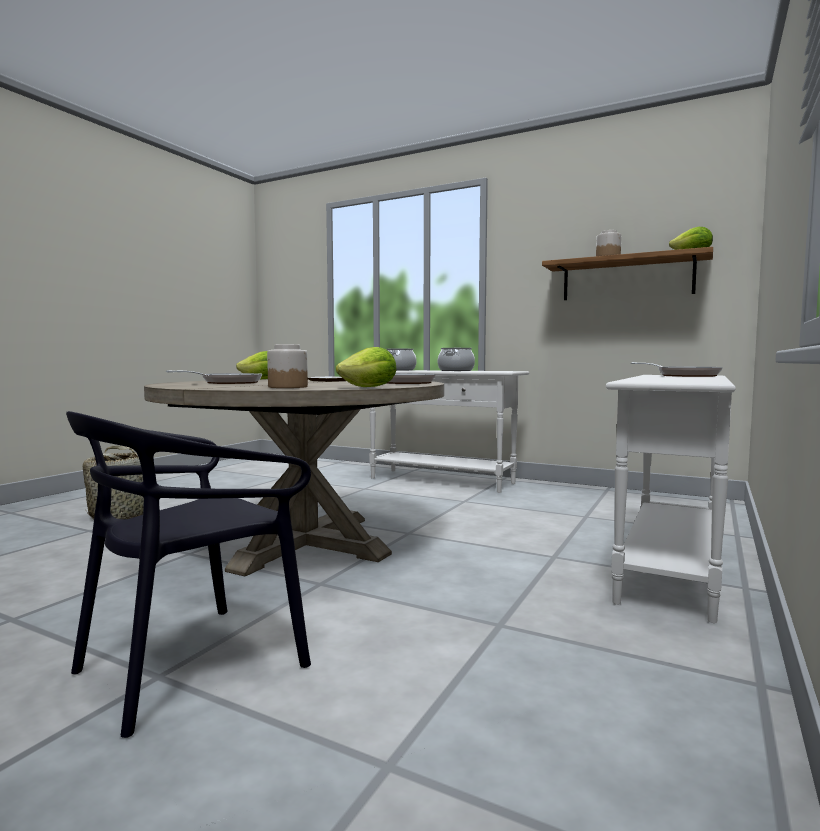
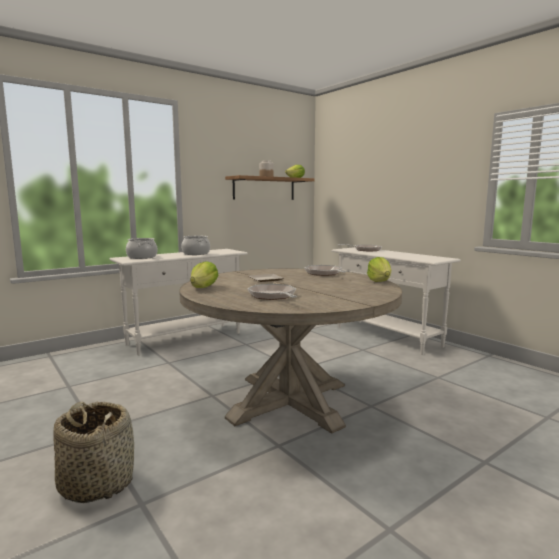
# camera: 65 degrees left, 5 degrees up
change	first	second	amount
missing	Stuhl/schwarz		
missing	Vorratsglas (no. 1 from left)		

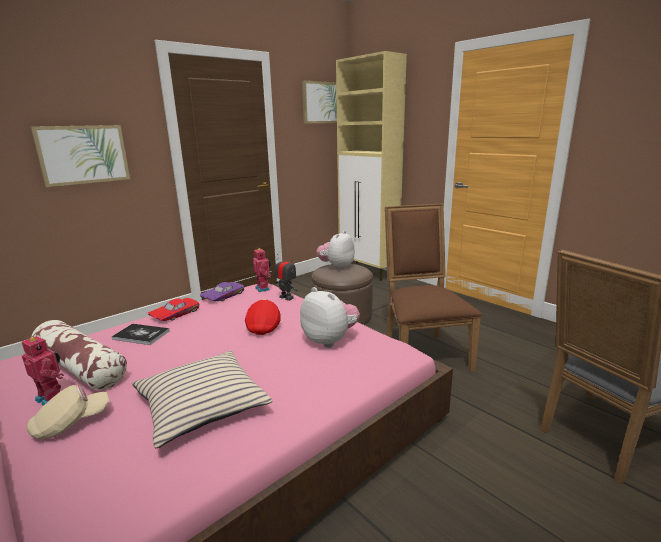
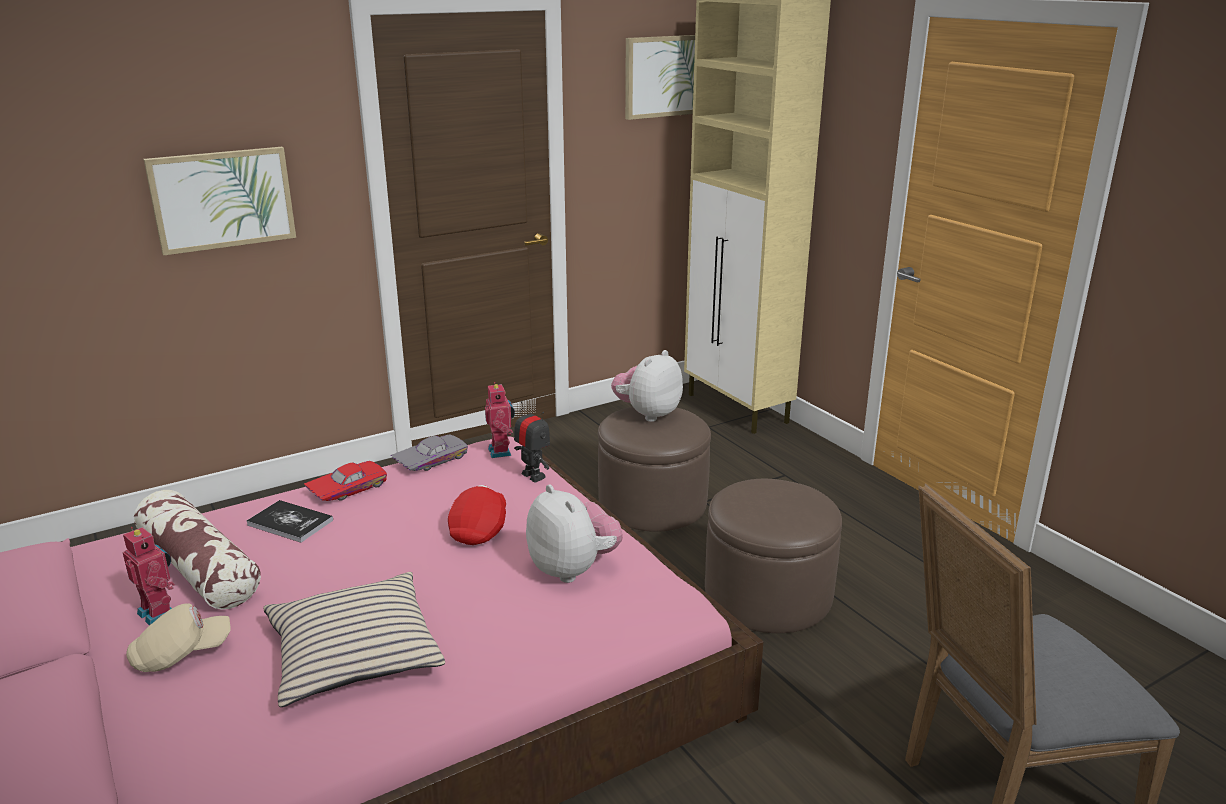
# camera: 10 degrees right, 5 degrees up
change	first	second	amount
colour	Spielzeugauto/lila	Spielzeugauto/grau	
exchanged	Stuhl/braun	Polsterhocker/braun (no. 2 from left)	

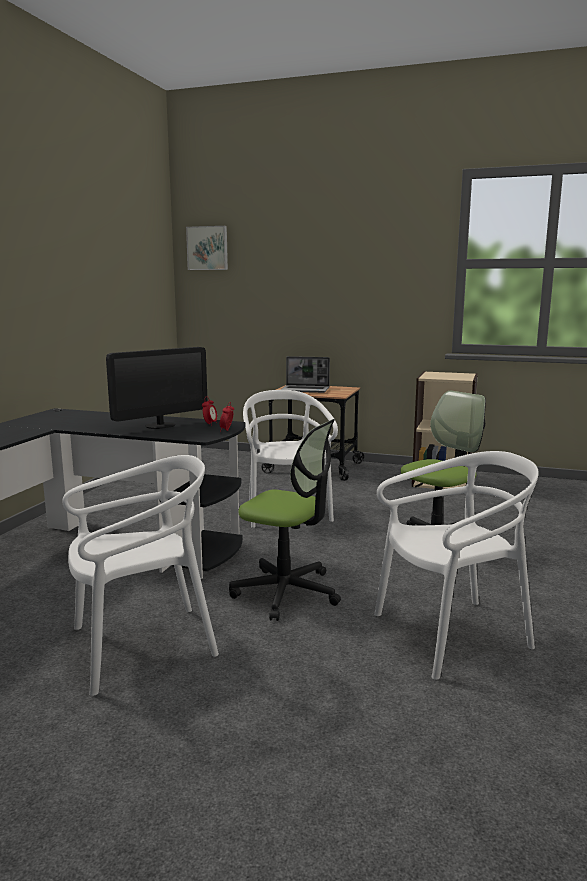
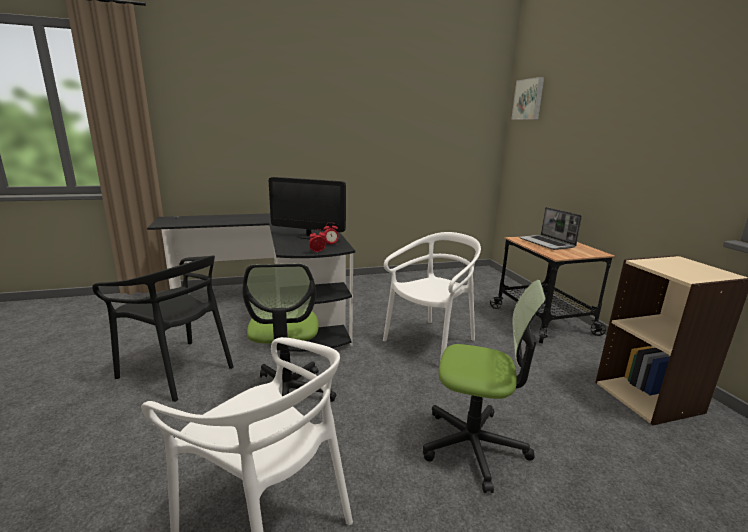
# camera: 55 degrees right, 5 degrees up
change	first	second	amount
colour	Stuhl/weiß (no. 1 from left)	Stuhl/schwarz	

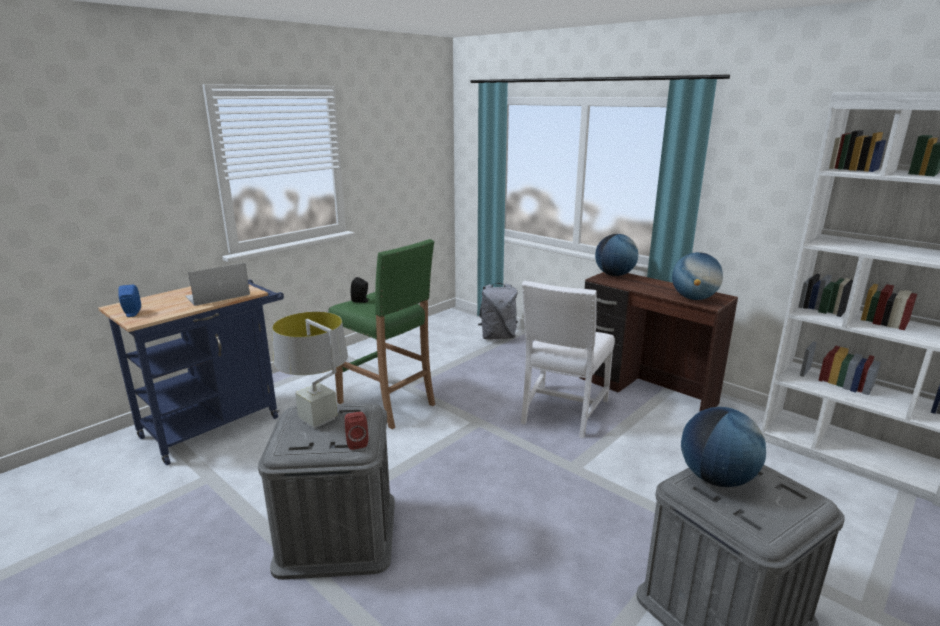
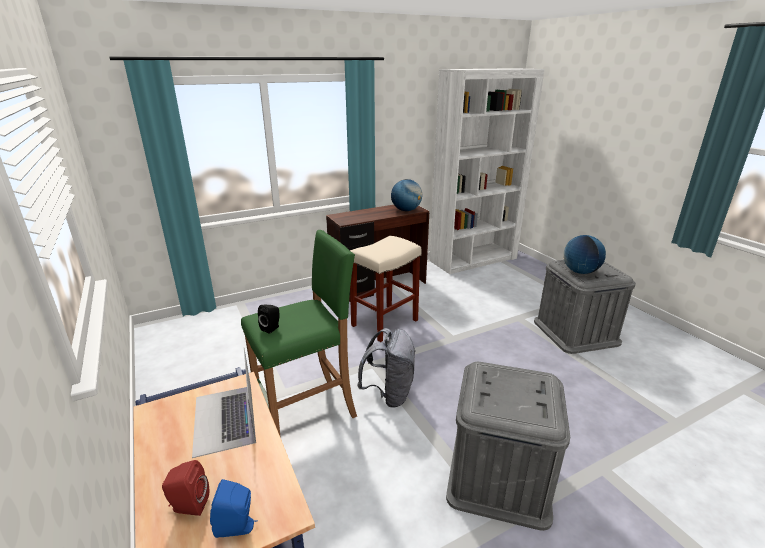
# camera: 70 degrees left, 5 degrees up
change	first	second	amount
relocated	Lautsprecher/rot		
exchanged	Stuhl/weiß	Hocker/beige	
relocated	Rucksack/grau		
missing	Tischlampe/grau		
missing	Globus (no. 1 from left)		

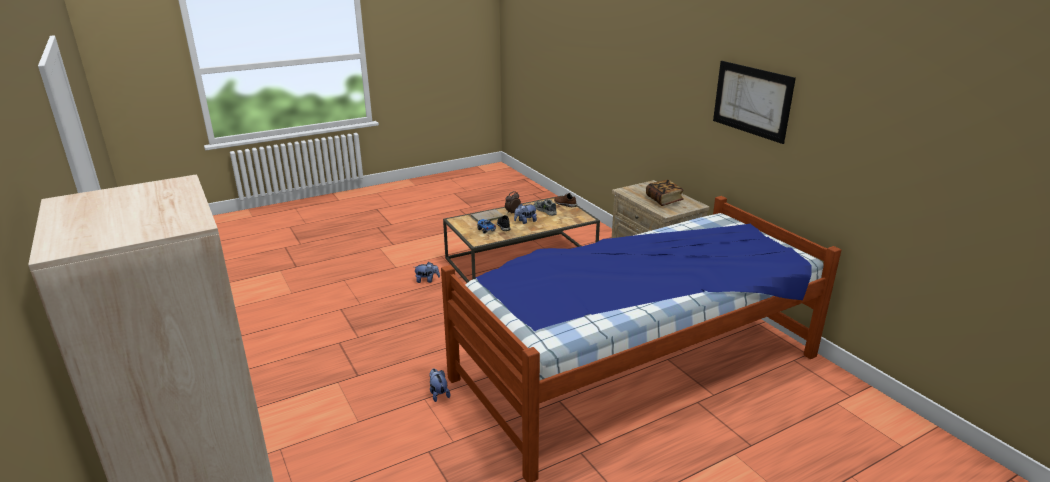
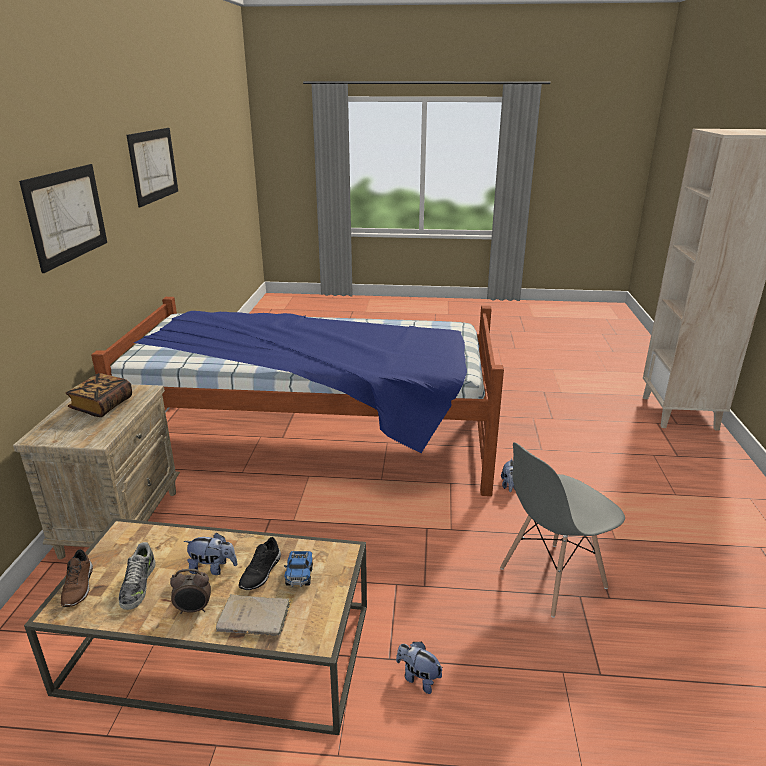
# camera: 145 degrees left, 0 degrees up
change	first	second	amount
appeared		Bild (no. 2 from left)	
appeared		Stuhl/grau	

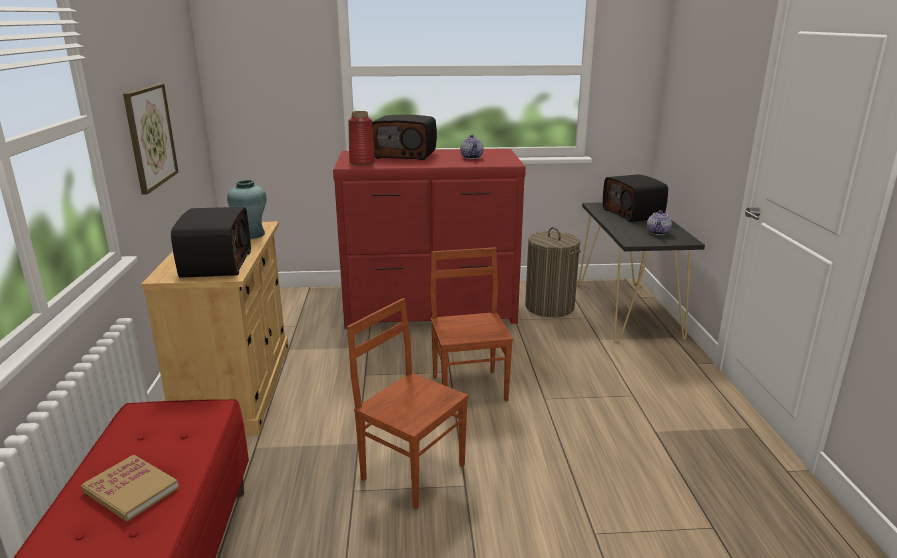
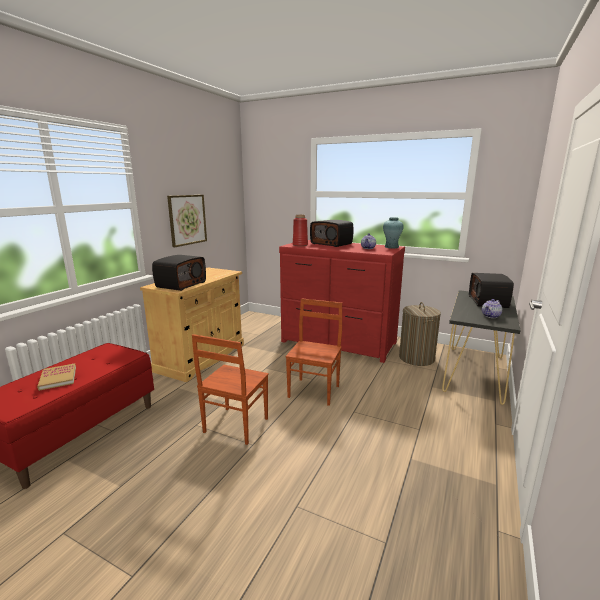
# camera: 30 degrees right, 5 degrees down
change	first	second	amount
spun	Stuhl/braun (no. 1 from left)		135 degrees counterclockwise
relocated	Vase/türkis		

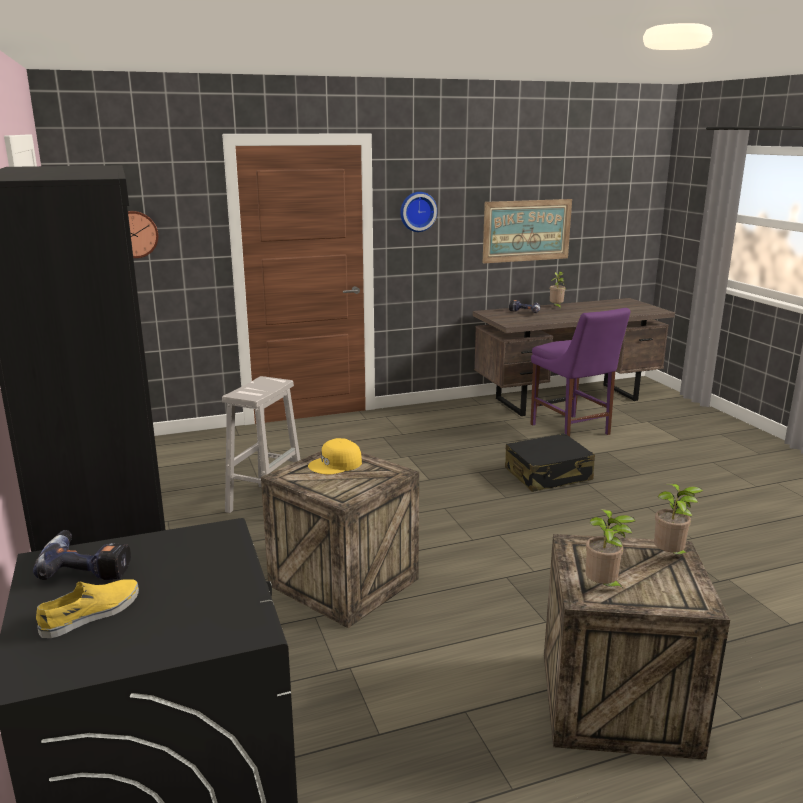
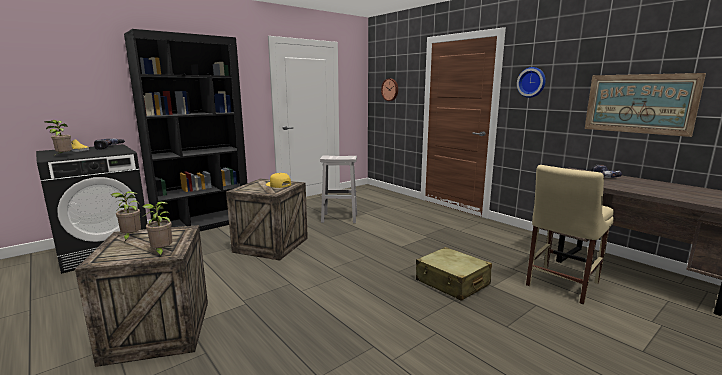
# camera: 70 degrees right, 5 degrees down
change	first	second	amount
relocated	Topfpflanze (no. 1 from left)		
colour	Koffer/schwarz	Koffer/beige	
colour	Stuhl/lila	Stuhl/beige	

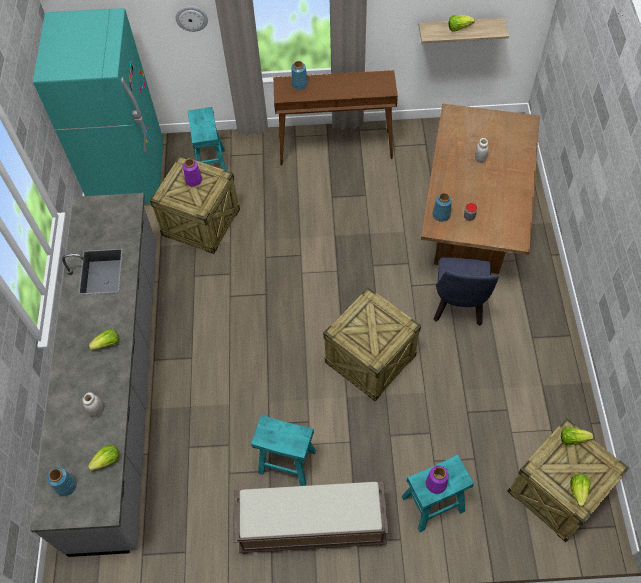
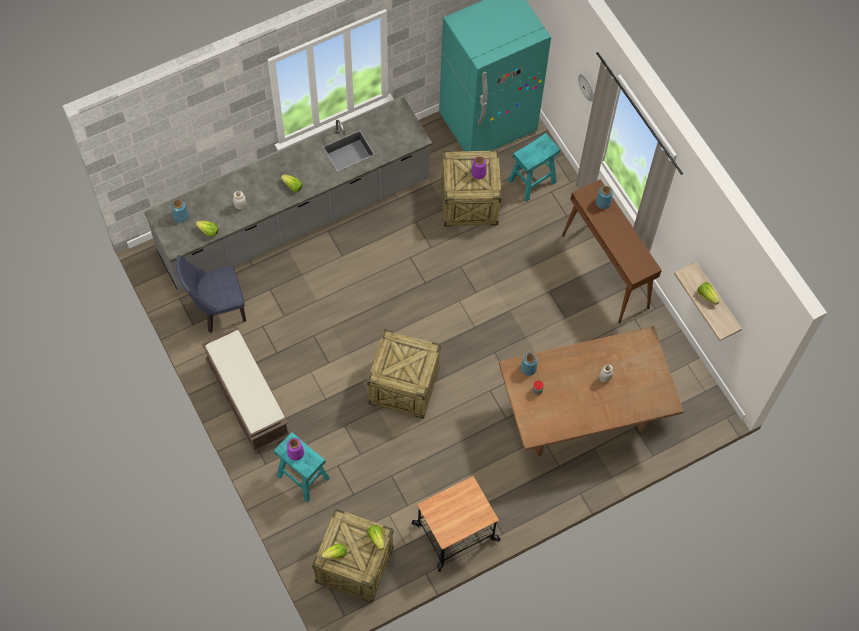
# camera: 60 degrees right, 5 degrees up
change	first	second	amount
relocated	Stuhl/blau		
appeared		Rollwagen	
missing	Hocker/türkis (no. 2 from left)		

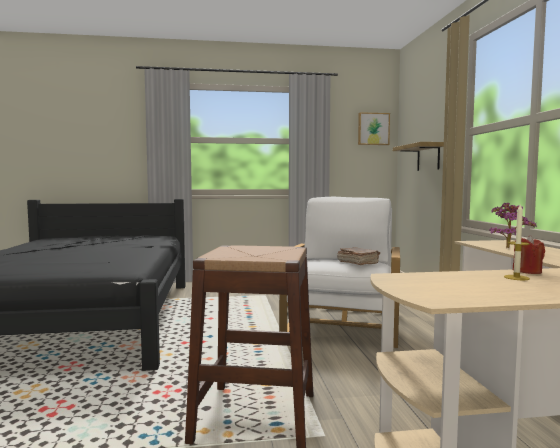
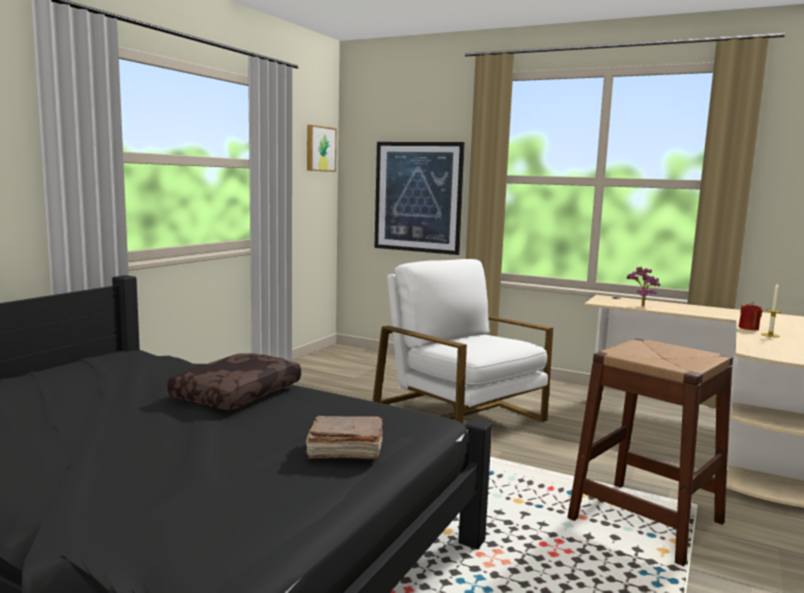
# camera: 55 degrees left, 5 degrees up
change	first	second	amount
appeared		Kissen/braun	
relocated	Buch/braun		
exchanged	Wandregal	Bild (no. 2 from left)	

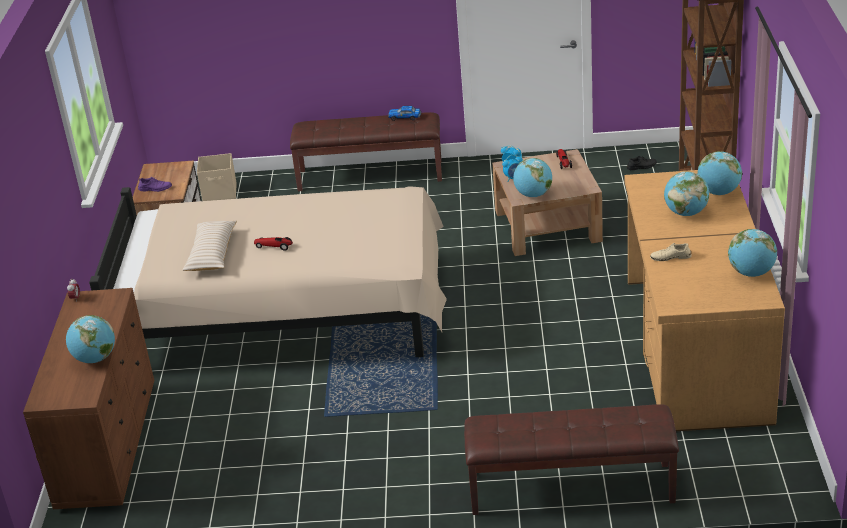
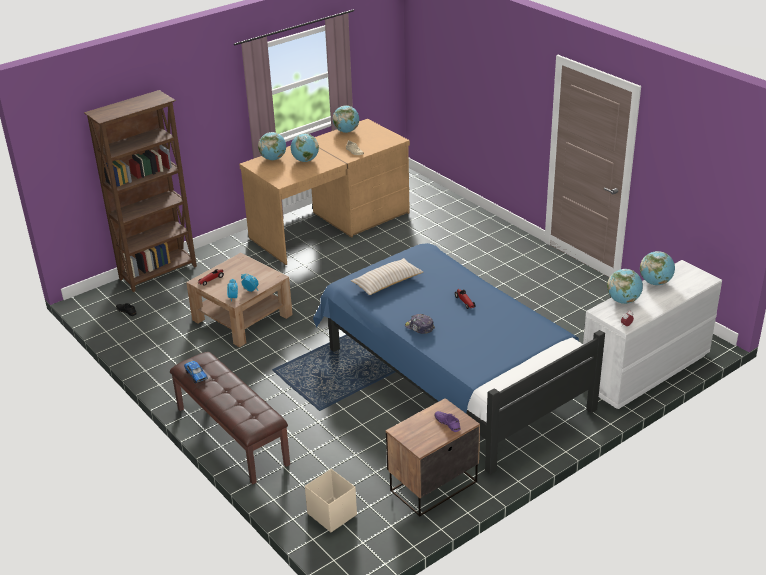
# camera: 130 degrees left, 0 degrees up
change	first	second	amount
colour	Bett/beige	Bett/blau	
relocated	Kissen/beige		
appeared		Kappe	
colour	Kommode/braun	Kommode/weiß	
relocated	Globus (no. 2 from left in the first image)	Globus (no. 4 from left)	
missing	Bank/braun (no. 2 from left)		

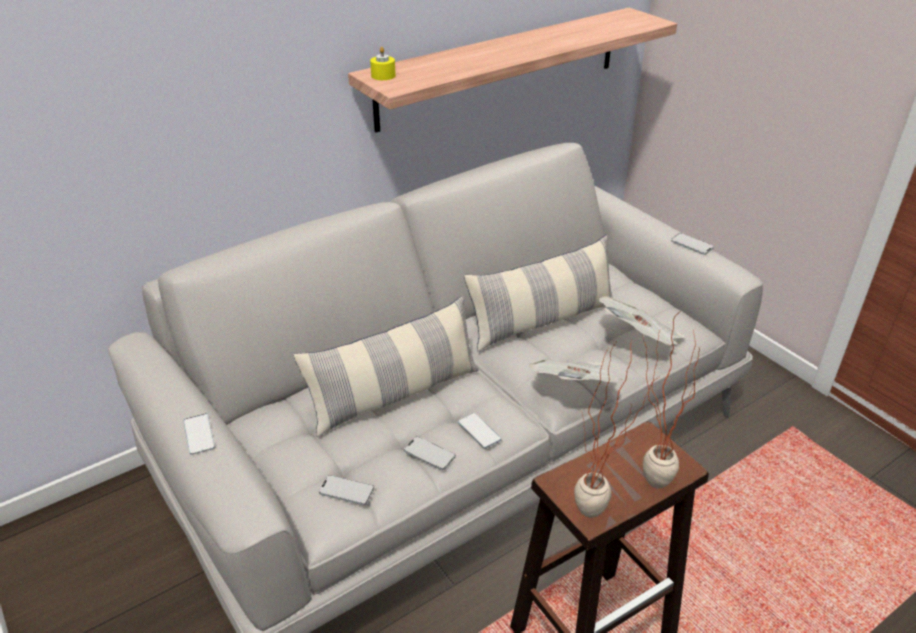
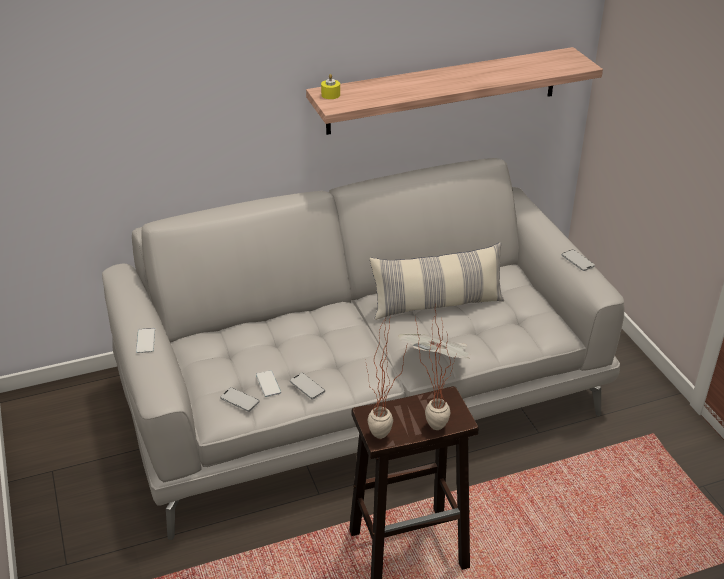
# camera: 15 degrees right, 0 degrees up
change	first	second	amount
relocated	Handy (no. 4 from left in the first image)	Handy (no. 3 from left)	
missing	Kissen (no. 1 from left)		
missing	Zeitung (no. 2 from left)		

